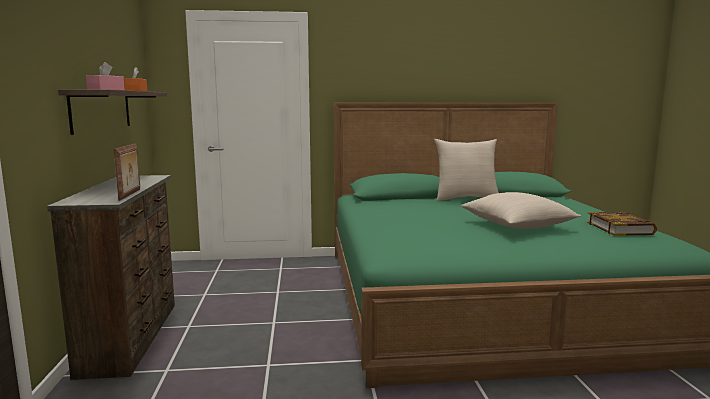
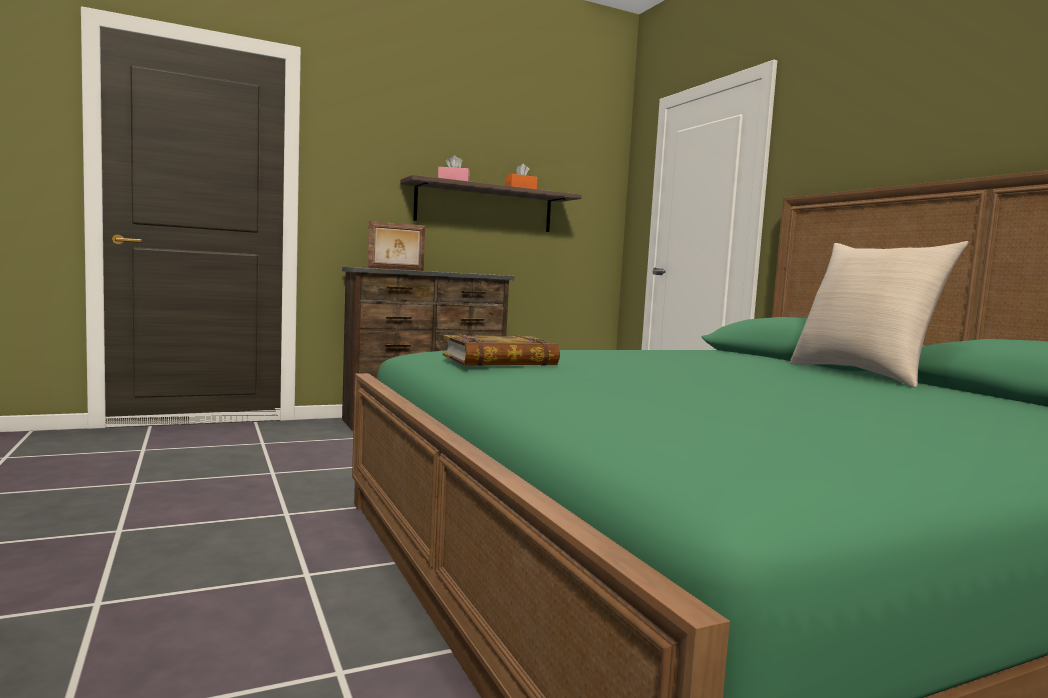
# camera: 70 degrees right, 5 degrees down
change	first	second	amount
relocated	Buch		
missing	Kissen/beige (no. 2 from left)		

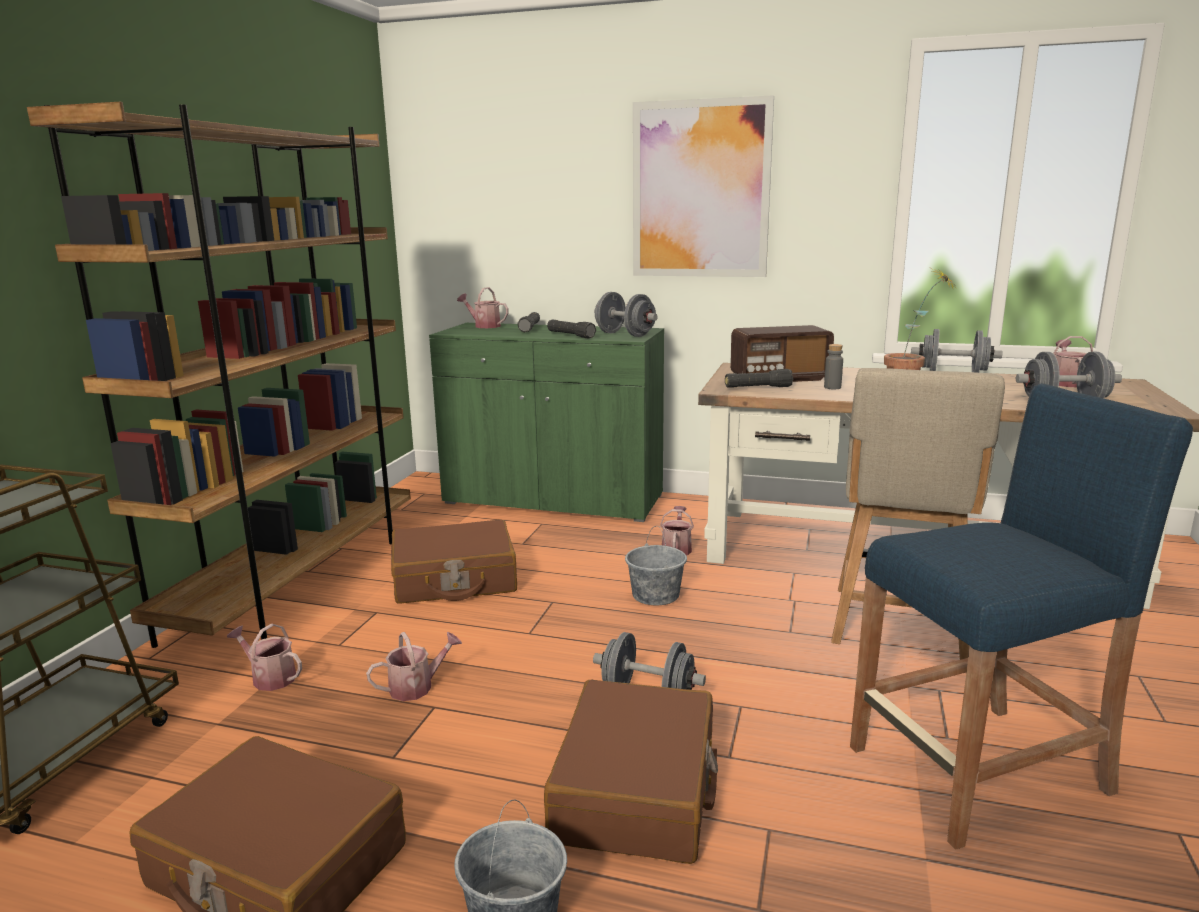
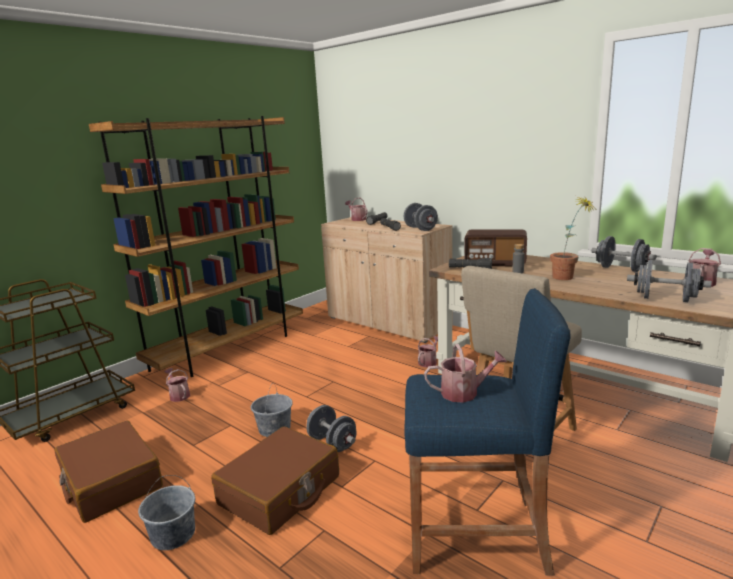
# camera: 25 degrees right, 0 degrees up
change	first	second	amount
relocated	Eimer/grau (no. 2 from left)		
colour	Schrank/grün	Schrank/beige	
relocated	Gießkanne (no. 2 from left in the first image)	Gießkanne (no. 4 from left)	
missing	Koffer/braun (no. 2 from left)		
missing	Bild		

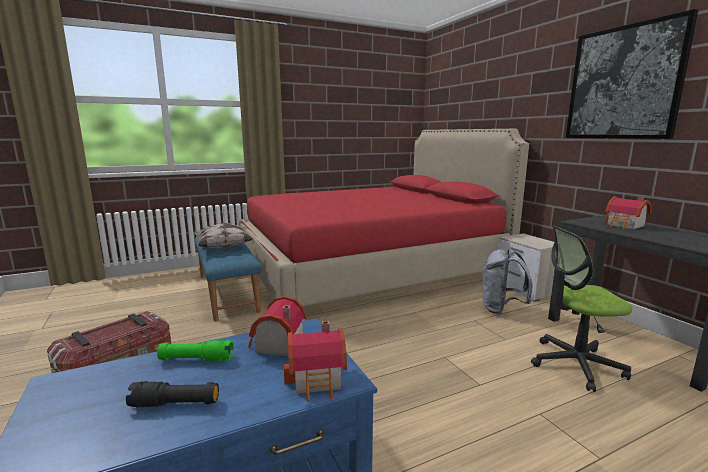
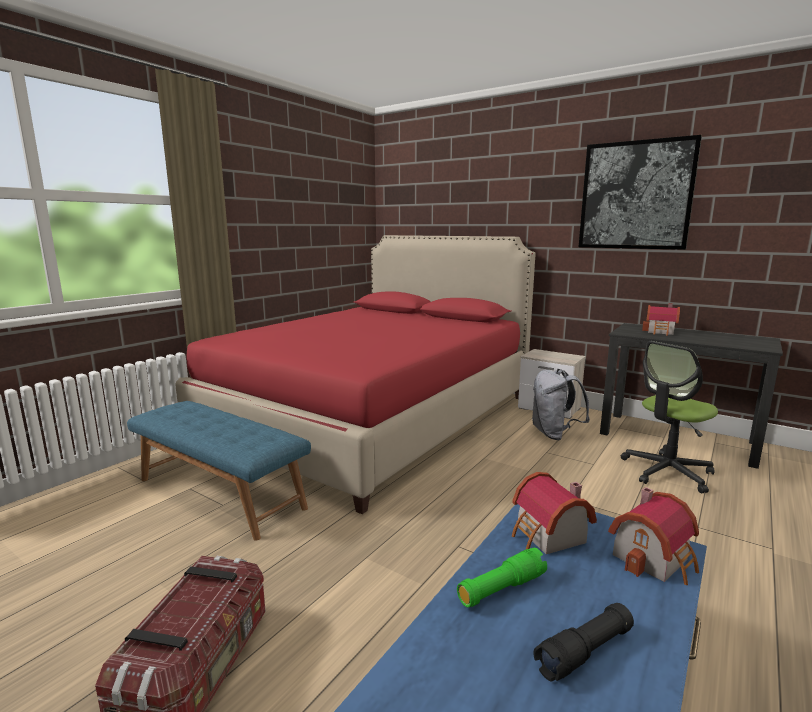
# camera: 30 degrees left, 0 degrees up
change	first	second	amount
missing	Kissen		

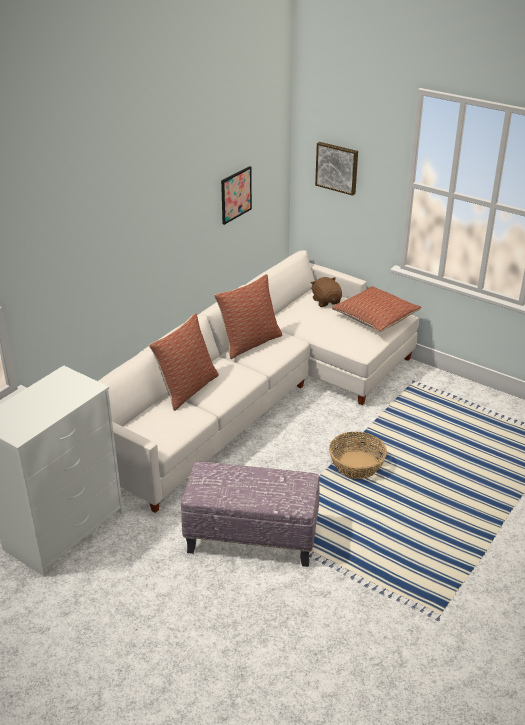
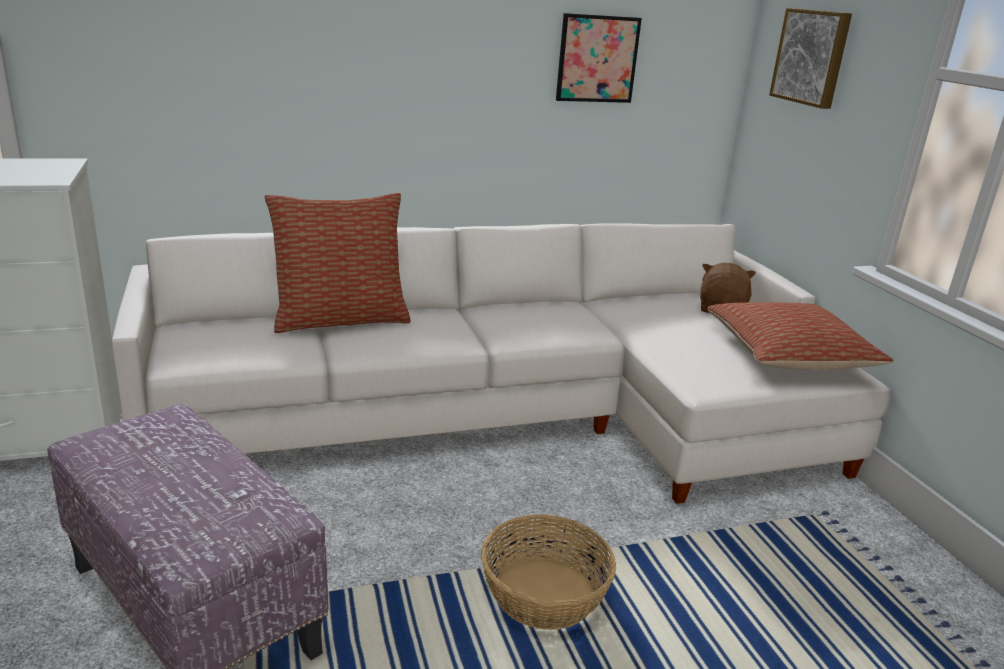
# camera: 35 degrees right, 10 degrees down
change	first	second	amount
missing	Kissen (no. 2 from left)		

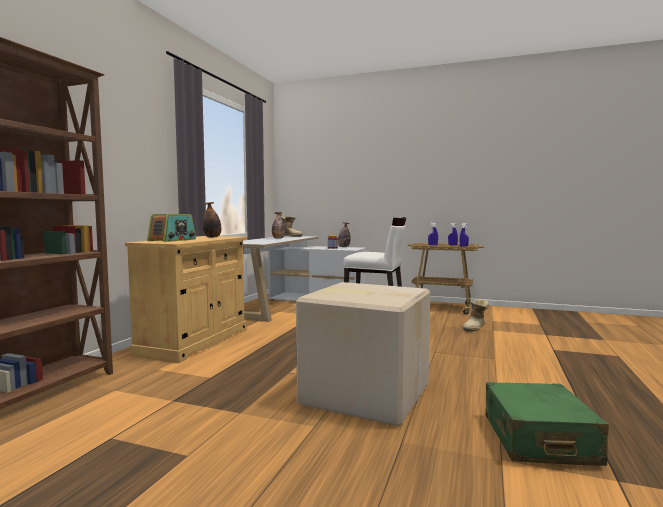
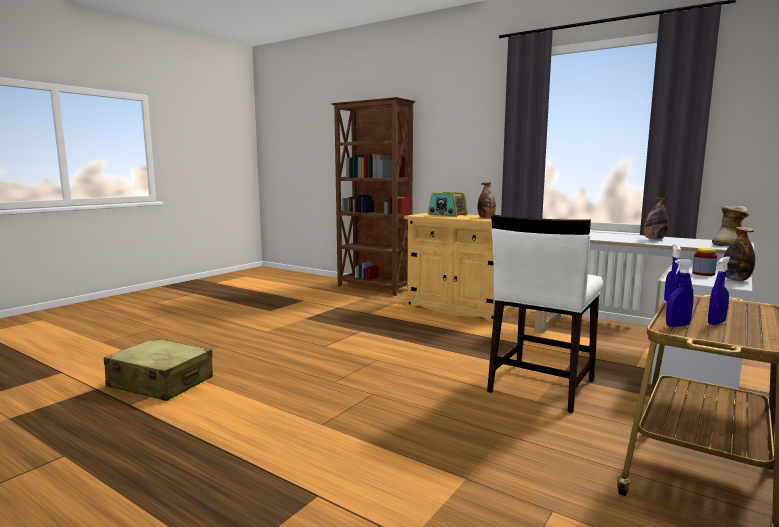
# camera: 105 degrees right, 5 degrees up
change	first	second	amount
colour	Koffer/grün	Koffer/beige	
missing	Karton		
missing	Stiefel (no. 2 from left)		

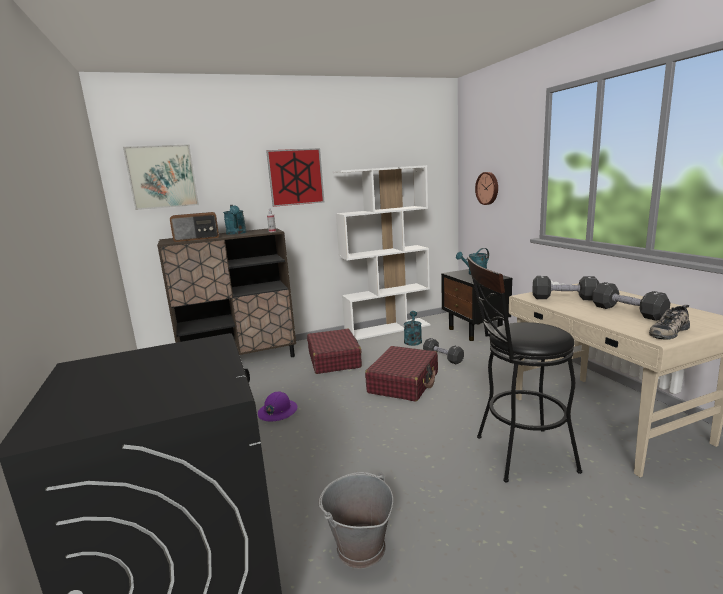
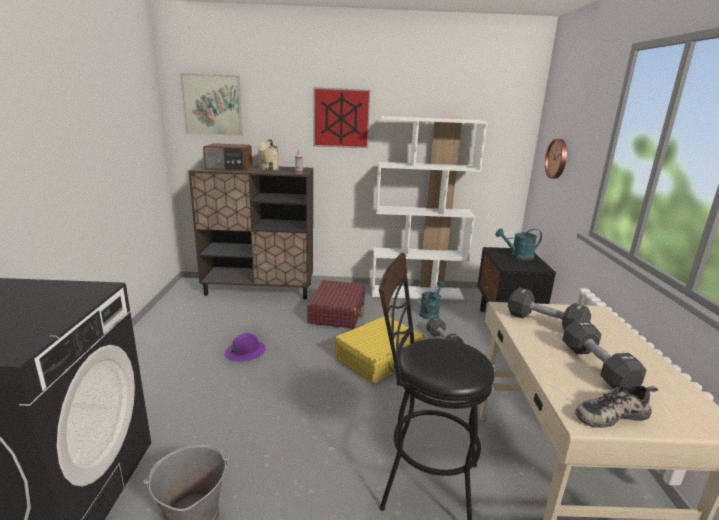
# camera: 20 degrees right, 5 degrees up
change	first	second	amount
colour	Gießkanne/türkis (no. 1 from left)	Gießkanne/beige	
colour	Koffer/rot (no. 2 from left)	Koffer/gelb	

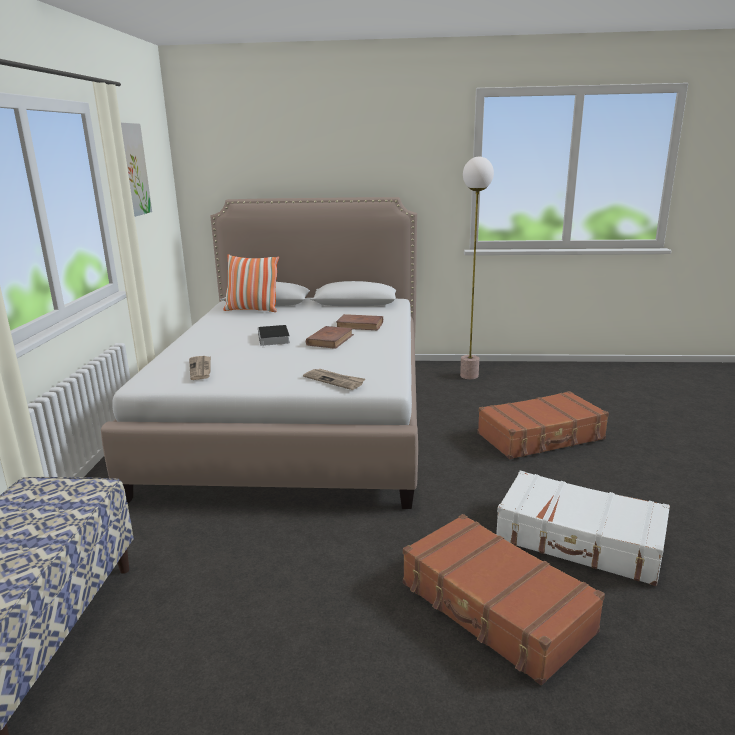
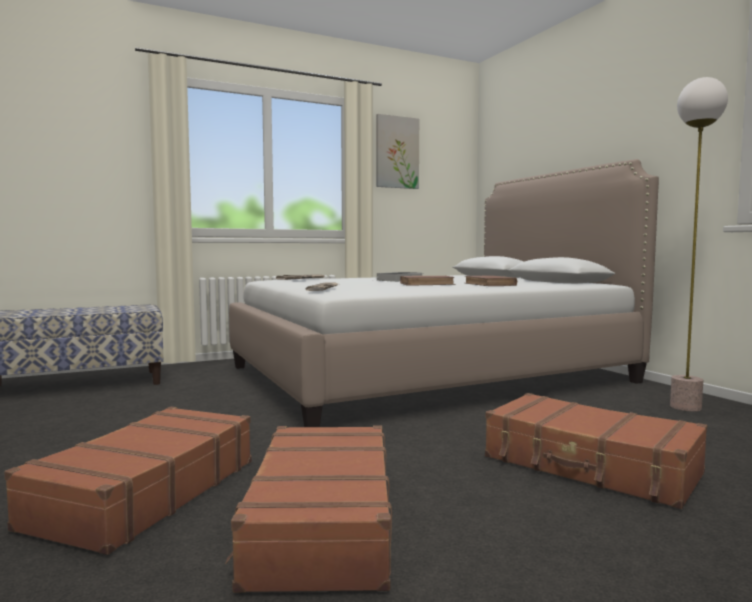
# camera: 60 degrees right, 15 degrees down
change	first	second	amount
colour	Koffer/weiß	Koffer/braun (no. 2 from left)	
missing	Kissen		

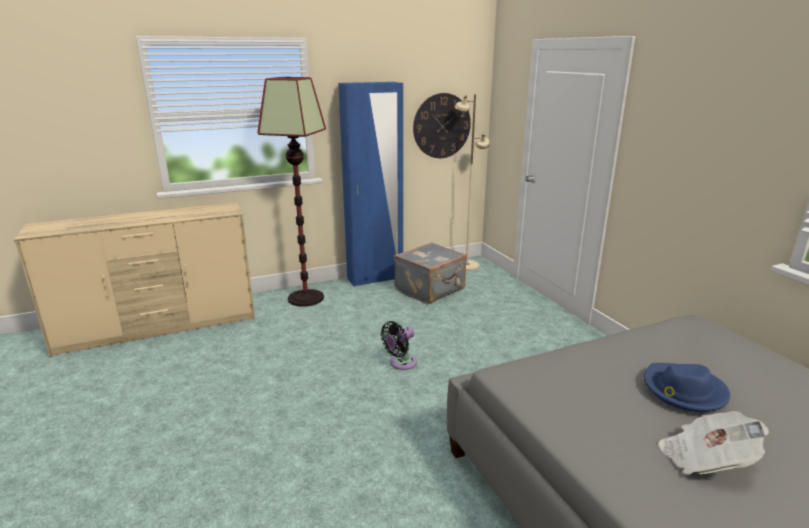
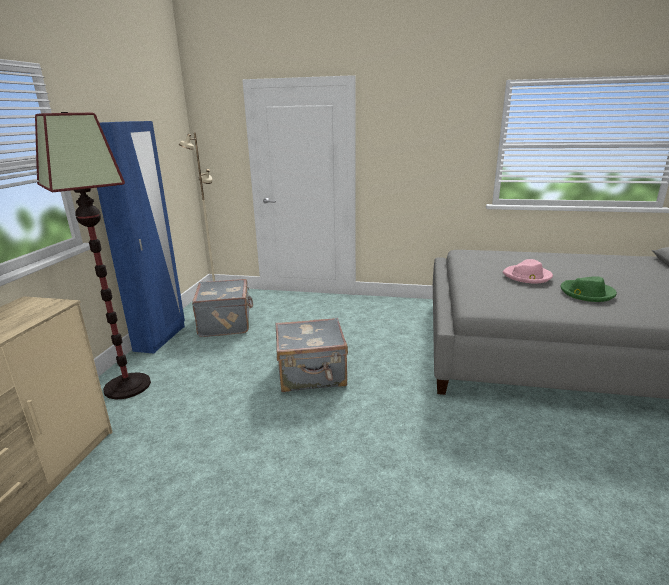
# camera: 55 degrees left, 0 degrees up
change	first	second	amount
exchanged	Ventilator/schwarz	Koffer/grau (no. 2 from left)	
colour	Hut/blau	Hut/rosa	
exchanged	Zeitung	Hut/grün	
missing	Wanduhr		

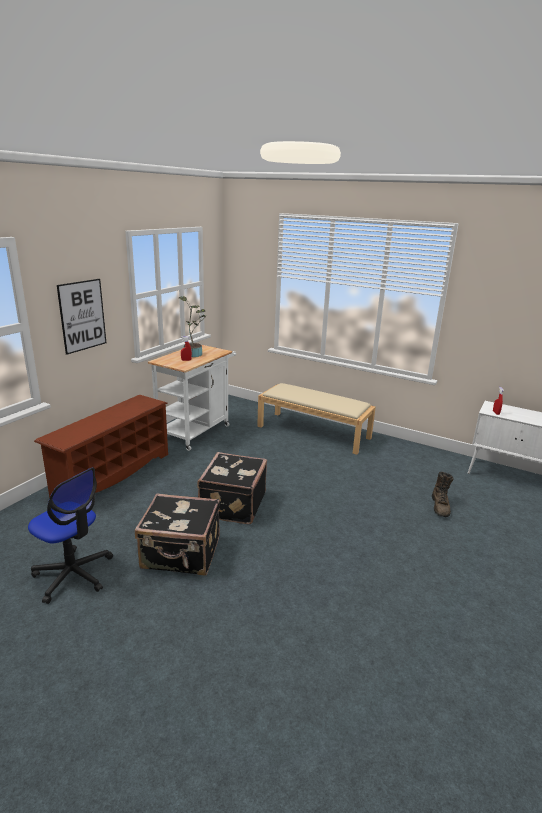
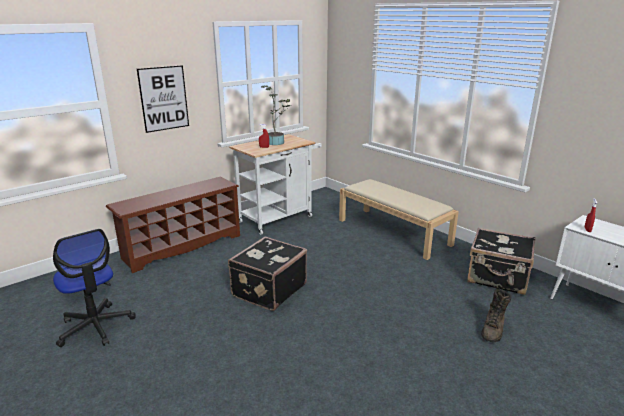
# camera: 20 degrees right, 0 degrees up
change	first	second	amount
relocated	Koffer/schwarz (no. 1 from left in the first image)	Koffer/schwarz (no. 2 from left)	

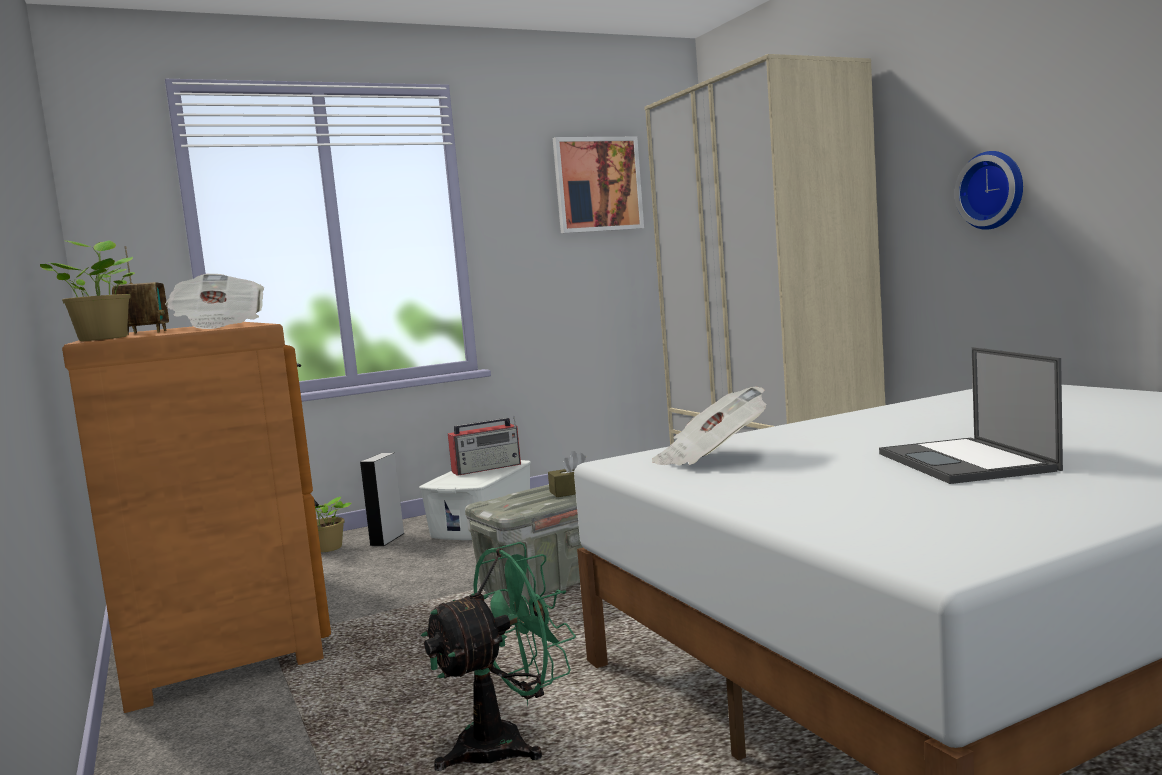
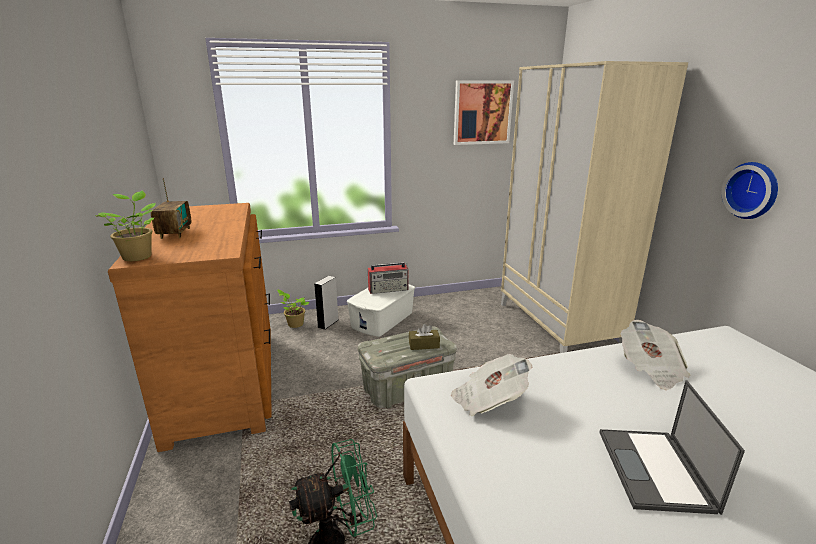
# camera: 10 degrees right, 15 degrees up
change	first	second	amount
relocated	Zeitung (no. 1 from left in the first image)	Zeitung (no. 2 from left)	

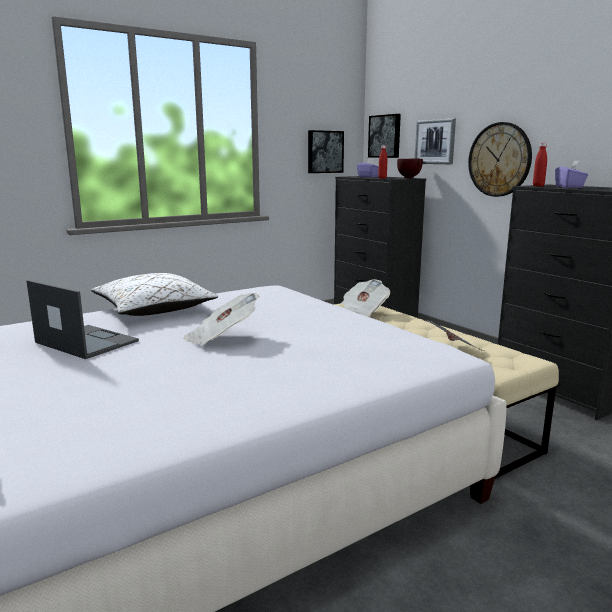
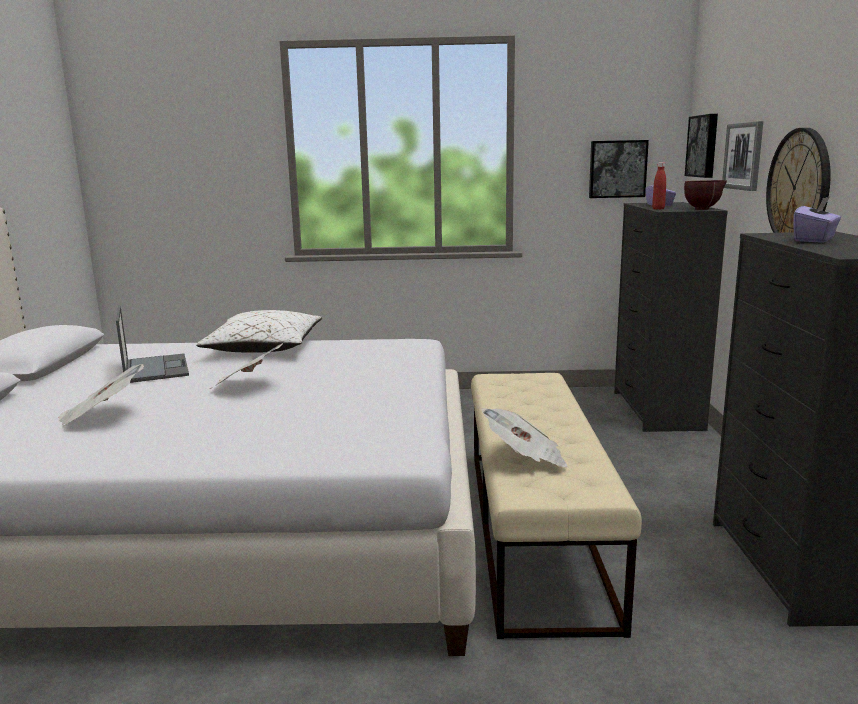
# camera: 35 degrees right, 0 degrees up
change	first	second	amount
relocated	Zeitung (no. 2 from left in the first image)	Zeitung (no. 1 from left)	
missing	Flasche/rot (no. 2 from left)		

